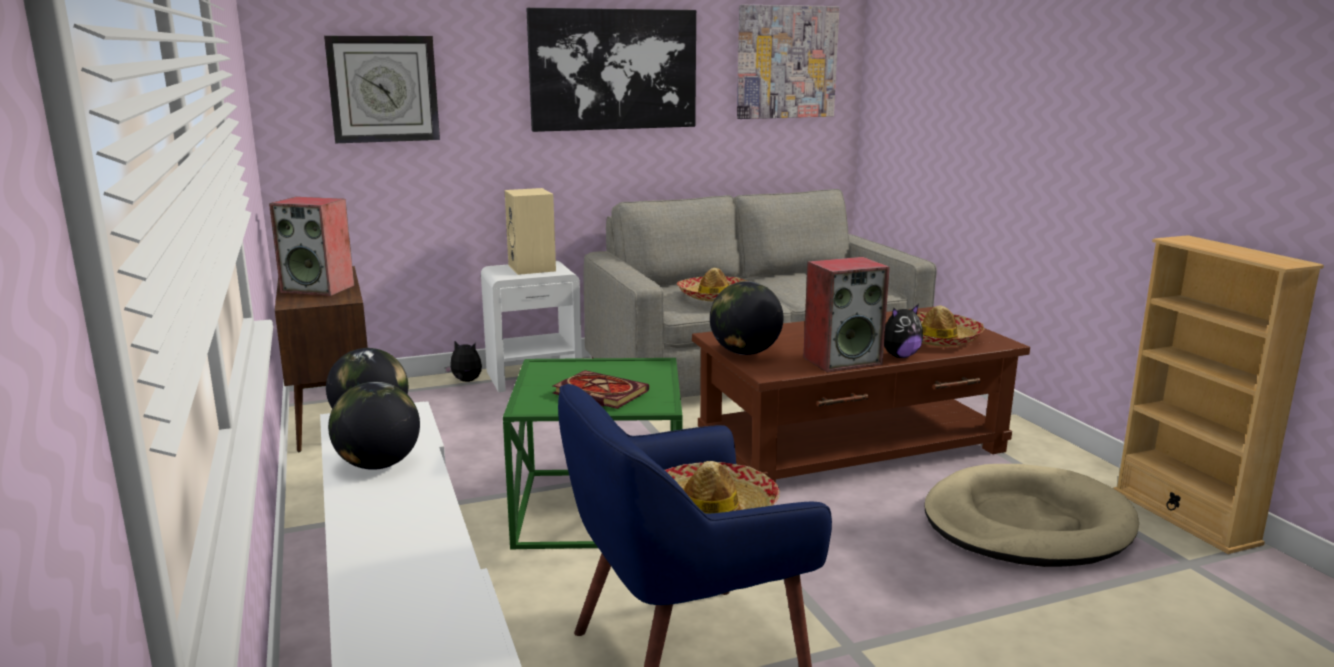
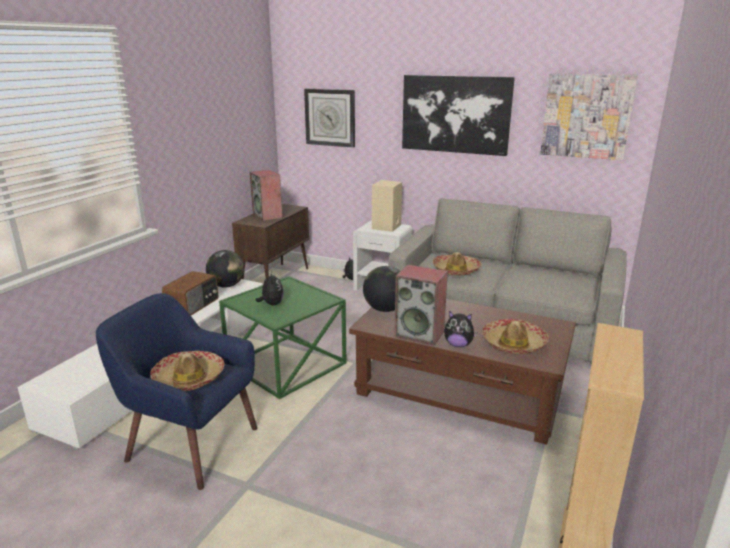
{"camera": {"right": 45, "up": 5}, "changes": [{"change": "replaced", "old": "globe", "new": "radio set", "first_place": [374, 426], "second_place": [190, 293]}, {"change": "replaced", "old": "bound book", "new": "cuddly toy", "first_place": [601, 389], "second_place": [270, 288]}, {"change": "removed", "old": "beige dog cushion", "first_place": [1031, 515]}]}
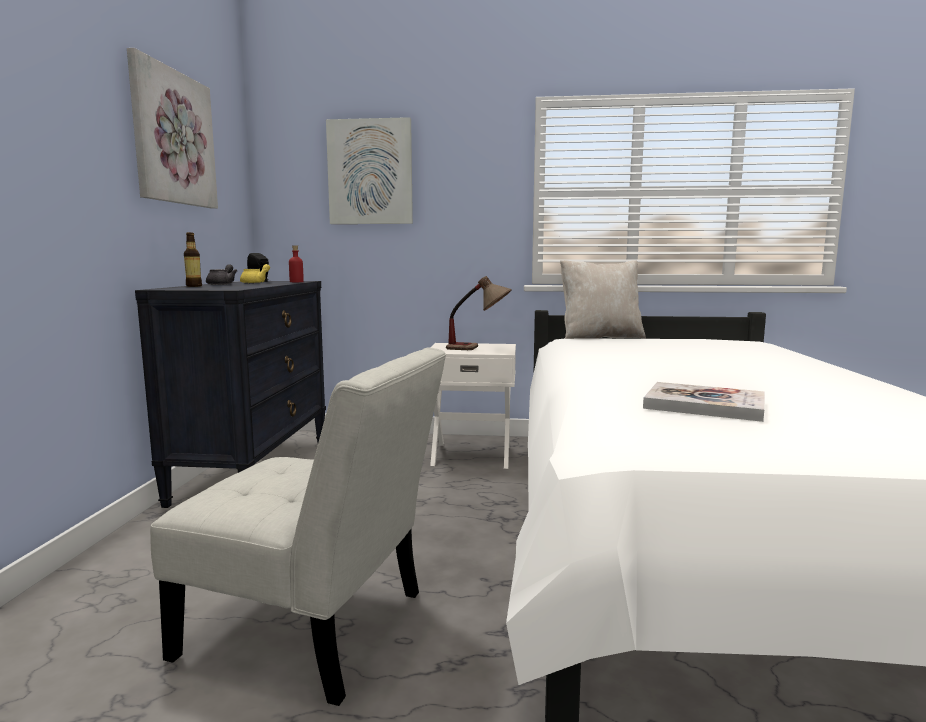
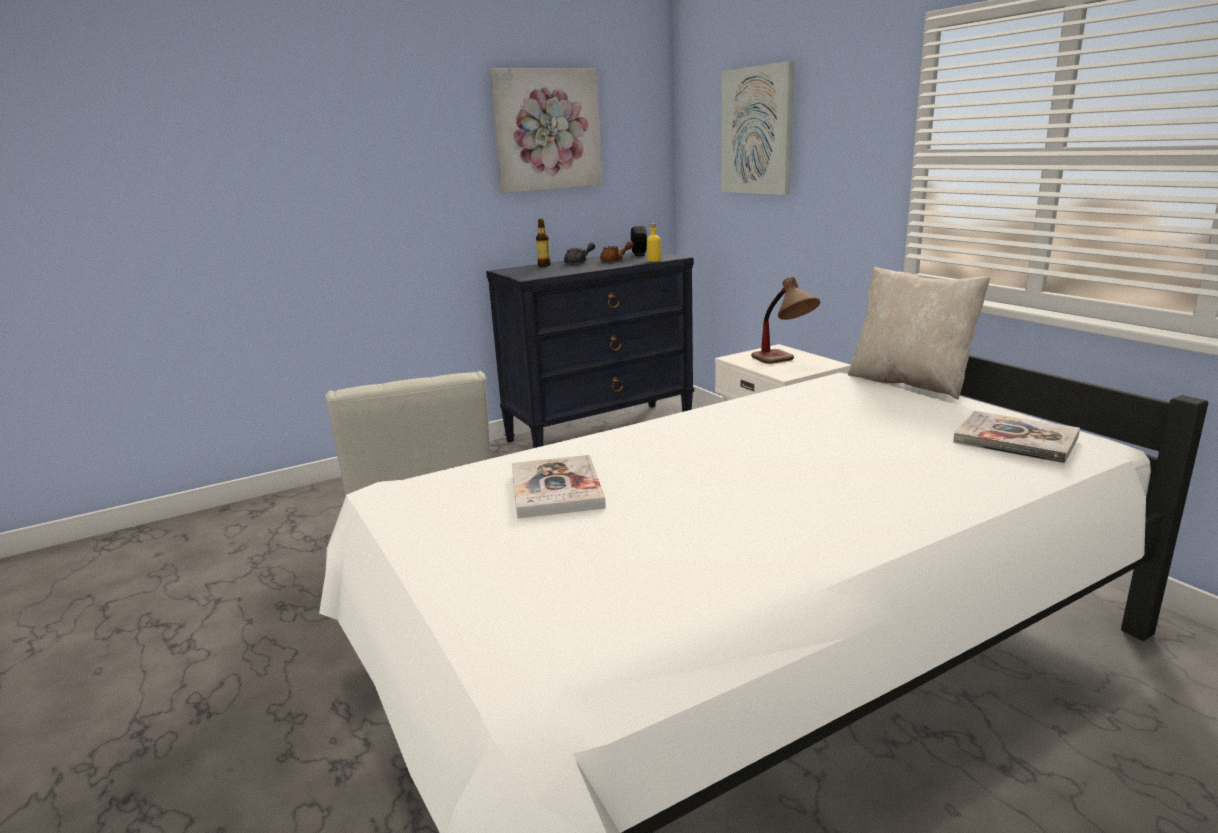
{"camera": {"right": 55, "up": 10}, "changes": [{"change": "recoloured", "old": "yellow-coloured tea pot", "new": "brownish tea pot", "first_place": [255, 274], "second_place": [617, 251]}, {"change": "recoloured", "old": "red-coloured beverage bottle", "new": "yellow-coloured beverage bottle", "first_place": [296, 263], "second_place": [654, 242]}, {"change": "added", "new": "bound book", "second_place": [1016, 437]}]}
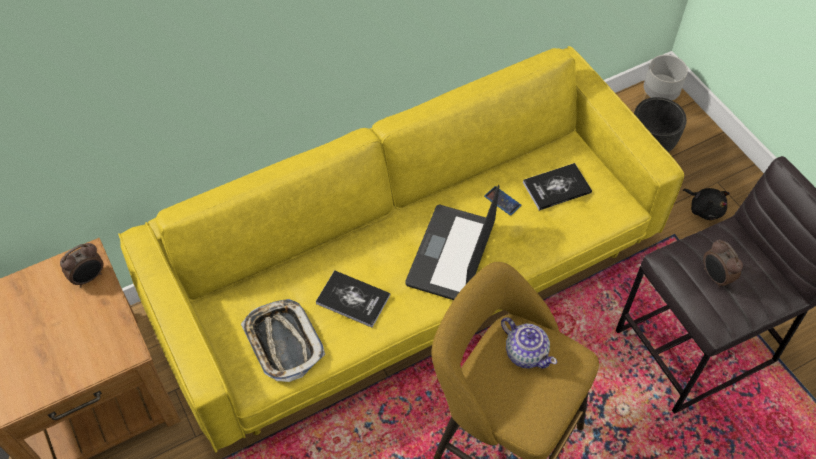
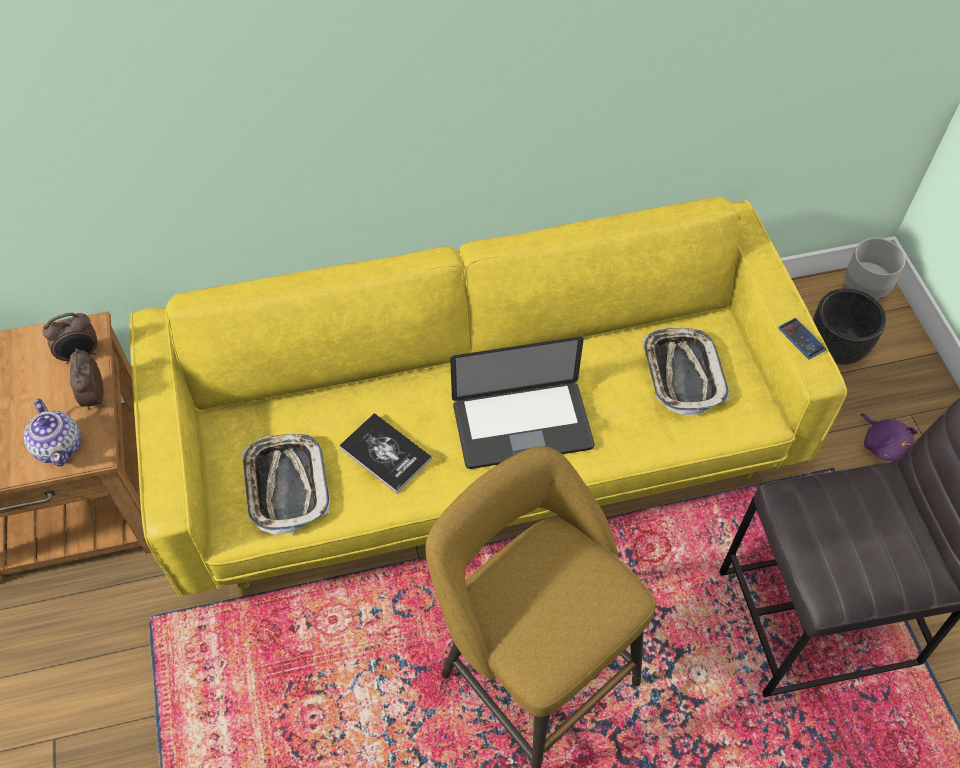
{"camera": {"right": 15, "up": 0}, "changes": [{"change": "turned", "old": "notebook computer", "first_place": [452, 242], "second_place": [522, 403], "degrees": -135}, {"change": "moved", "old": "phone", "first_place": [502, 201], "second_place": [802, 338]}, {"change": "moved", "old": "tea pot", "first_place": [529, 343], "second_place": [52, 432]}, {"change": "replaced", "old": "bound book", "new": "tray", "first_place": [557, 187], "second_place": [685, 371]}, {"change": "recoloured", "old": "black-coloured cuddly toy", "new": "purple-coloured cuddly toy", "first_place": [706, 204], "second_place": [889, 437]}, {"change": "moved", "old": "bedside clock", "first_place": [723, 263], "second_place": [86, 379]}]}
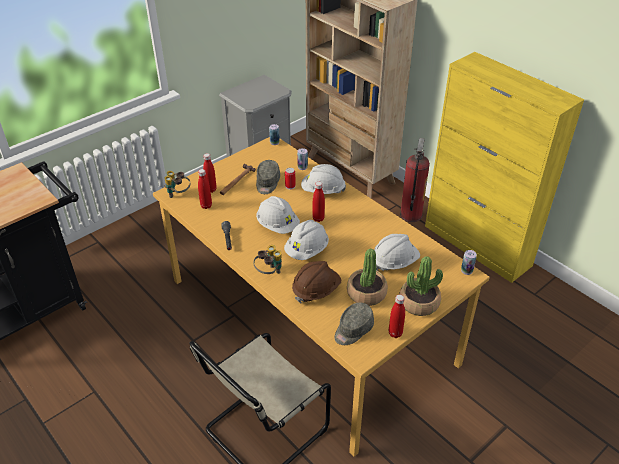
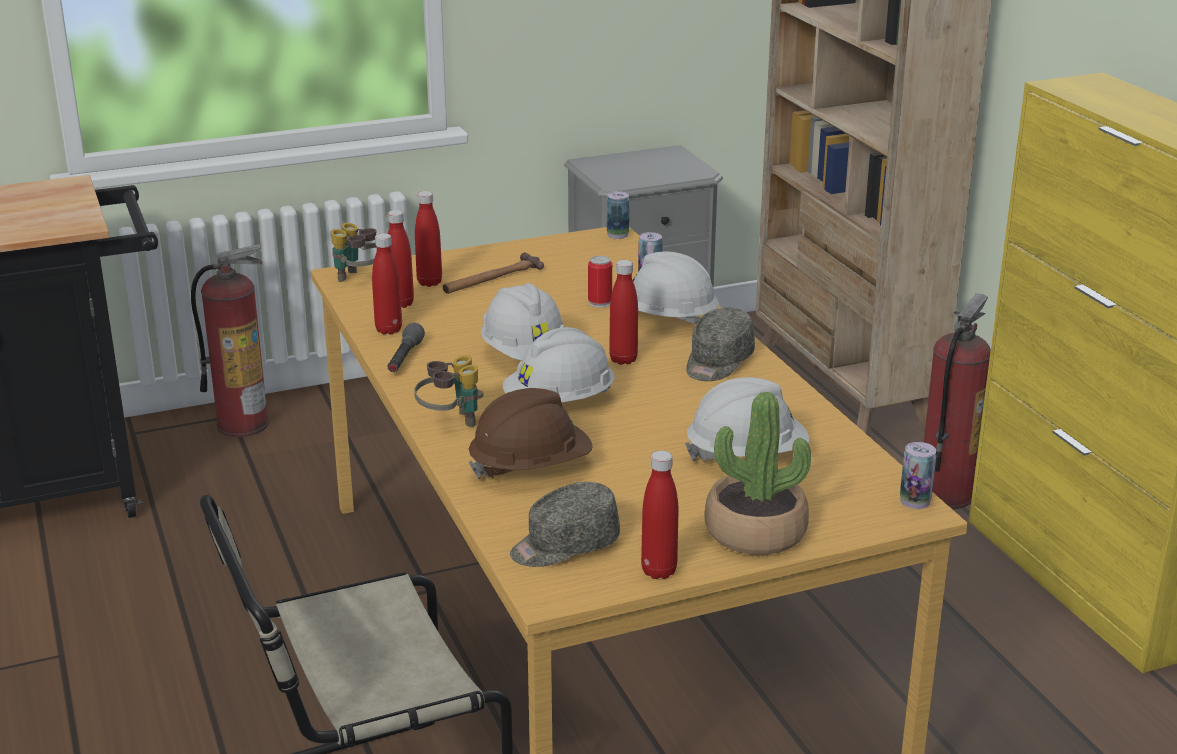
{"camera": {"right": 20, "up": -15}, "changes": [{"change": "moved", "old": "greyish baseball cap", "first_place": [268, 177], "second_place": [720, 344]}, {"change": "removed", "old": "potted plant", "first_place": [367, 277]}, {"change": "added", "new": "fire extinguisher", "second_place": [230, 340]}, {"change": "added", "new": "red-coloured beverage bottle", "second_place": [387, 284]}]}
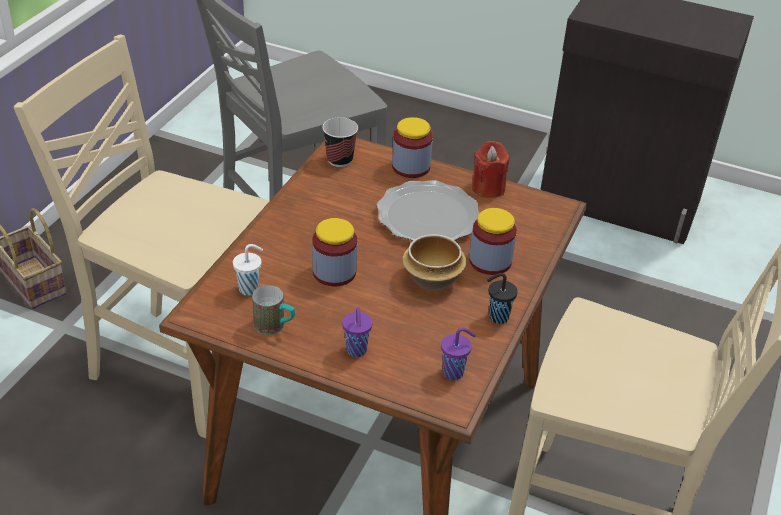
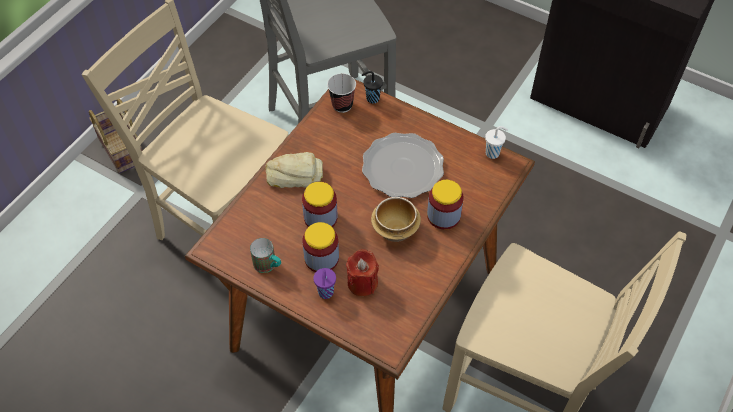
{"camera": {"right": 10, "up": 15}, "changes": [{"change": "moved", "old": "white-coloured drinking cup", "first_place": [248, 270], "second_place": [496, 142]}, {"change": "moved", "old": "jar", "first_place": [412, 147], "second_place": [320, 247]}, {"change": "removed", "old": "purple-coloured drinking cup", "first_place": [458, 354]}, {"change": "moved", "old": "red-coloured wax light", "first_place": [490, 169], "second_place": [362, 272]}, {"change": "moved", "old": "black-coloured drinking cup", "first_place": [502, 298], "second_place": [372, 87]}, {"change": "added", "new": "bakery bread", "second_place": [294, 170]}]}
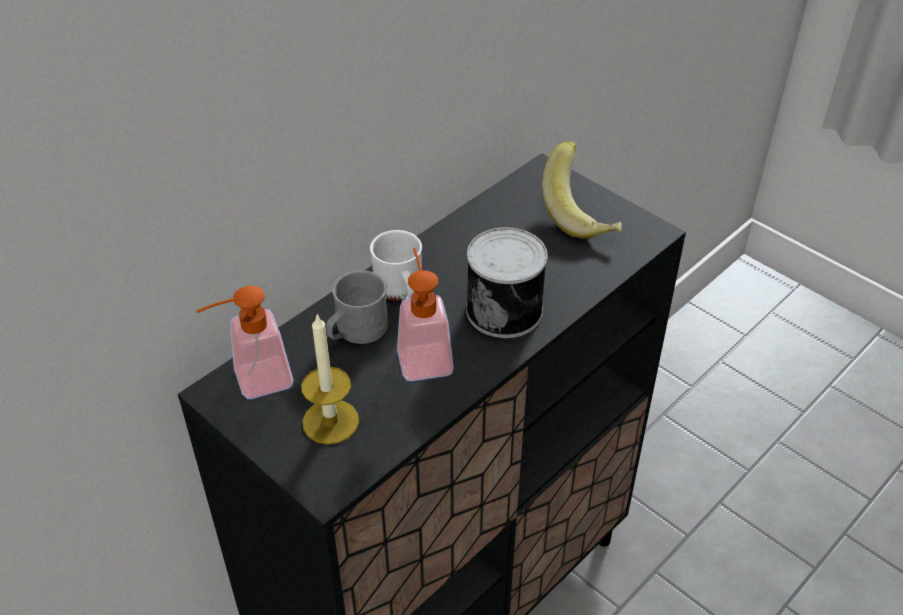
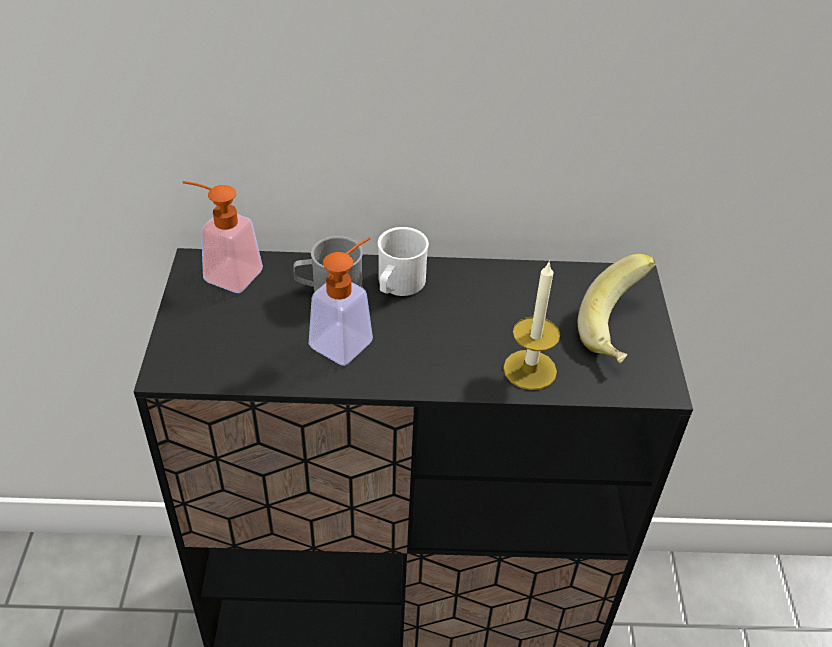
{"camera": {"right": 45, "up": 0}, "changes": [{"change": "moved", "old": "wax light", "first_place": [330, 378], "second_place": [531, 325]}, {"change": "removed", "old": "can", "first_place": [507, 282]}]}
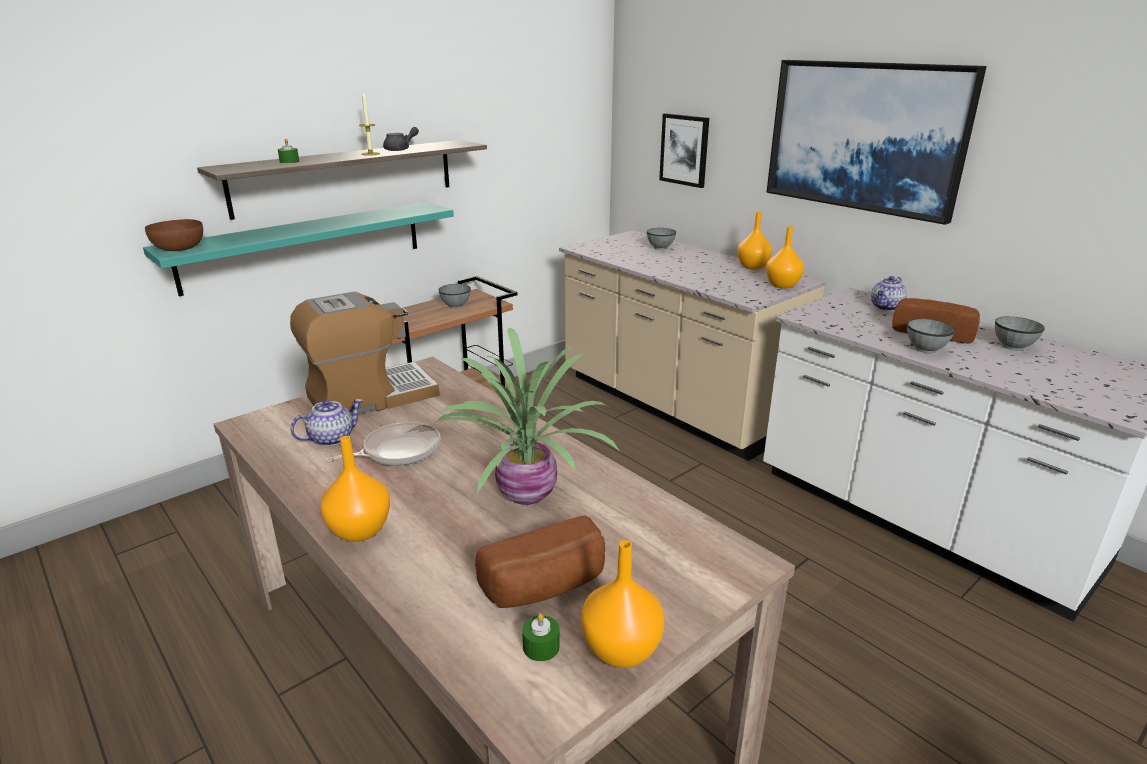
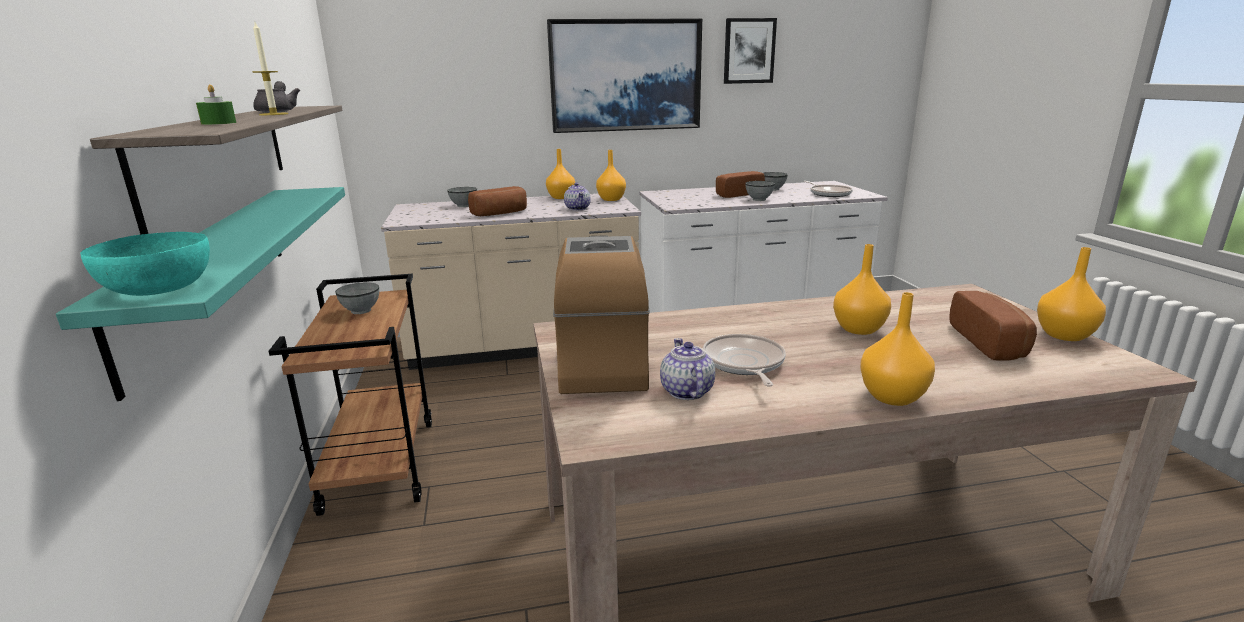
{"camera": {"right": -60, "up": -5}, "changes": [{"change": "recoloured", "old": "brownish bowl", "new": "blue-green bowl", "first_place": [174, 235], "second_place": [145, 264]}, {"change": "replaced", "old": "potted plant", "new": "orange-coloured vase", "first_place": [527, 416], "second_place": [862, 289]}, {"change": "removed", "old": "green wax light", "first_place": [541, 637]}, {"change": "moved", "old": "wall picture", "first_place": [684, 150], "second_place": [750, 51]}, {"change": "moved", "old": "tea pot", "first_place": [889, 293], "second_place": [577, 196]}, {"change": "added", "new": "bakery bread", "second_place": [497, 201]}, {"change": "added", "new": "frying pan", "second_place": [828, 189]}]}
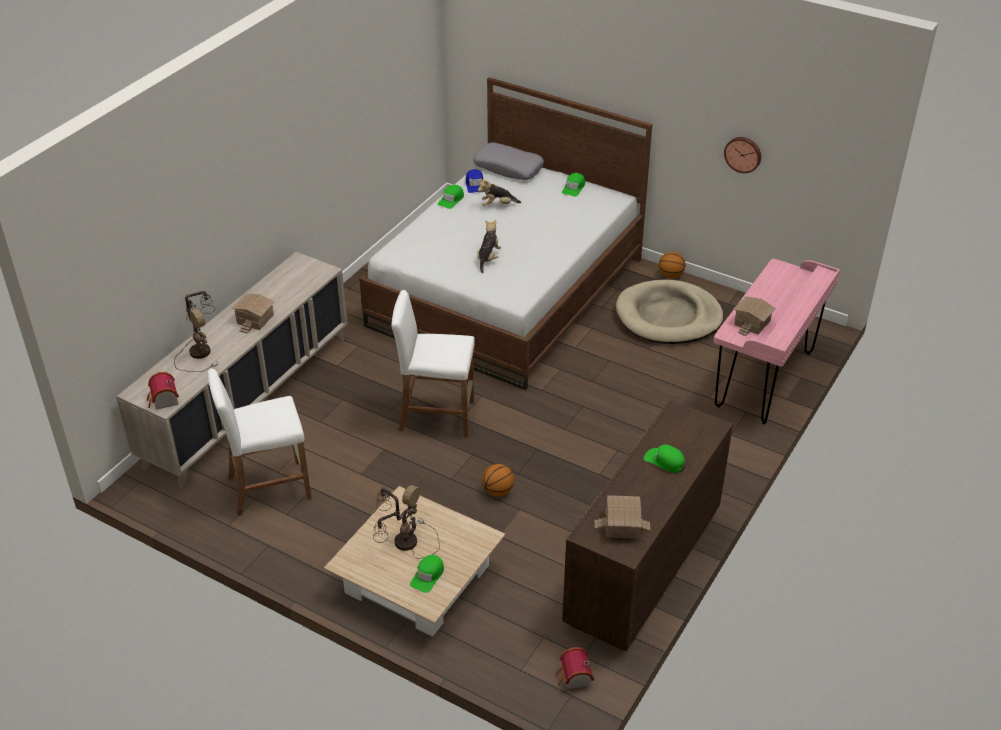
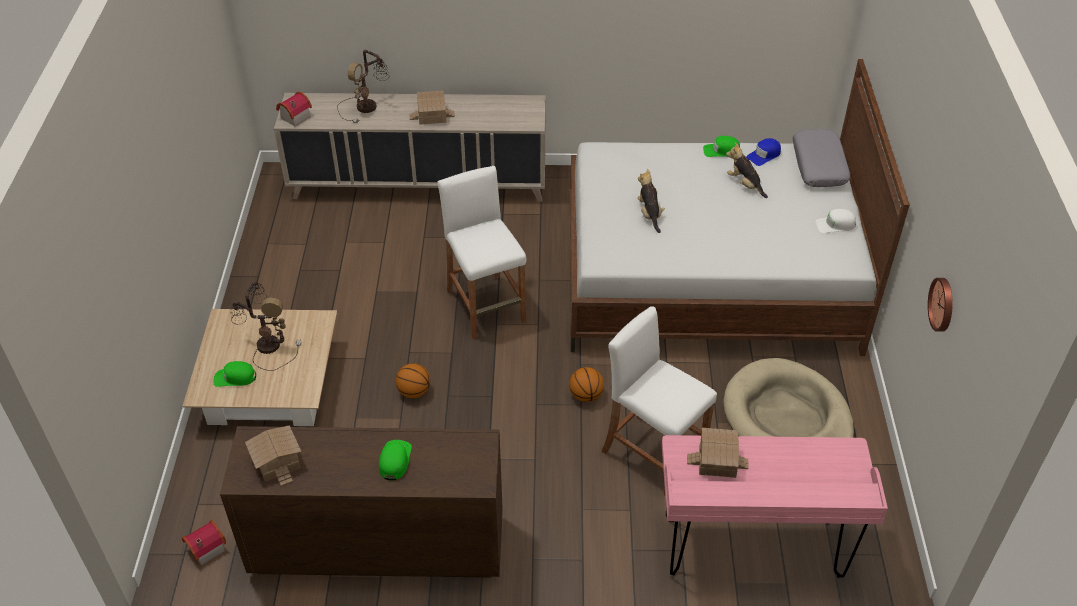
{"camera": {"right": 60, "up": 5}, "changes": [{"change": "moved", "old": "white-coloured sitting stool", "first_place": [260, 442], "second_place": [659, 401]}, {"change": "turned", "old": "cuddly toy", "first_place": [489, 246], "second_place": [651, 201], "degrees": -90}, {"change": "recoloured", "old": "green baseball cap", "new": "white-coloured baseball cap", "first_place": [573, 185], "second_place": [835, 221]}, {"change": "moved", "old": "ball for basketball", "first_place": [672, 265], "second_place": [586, 384]}]}
